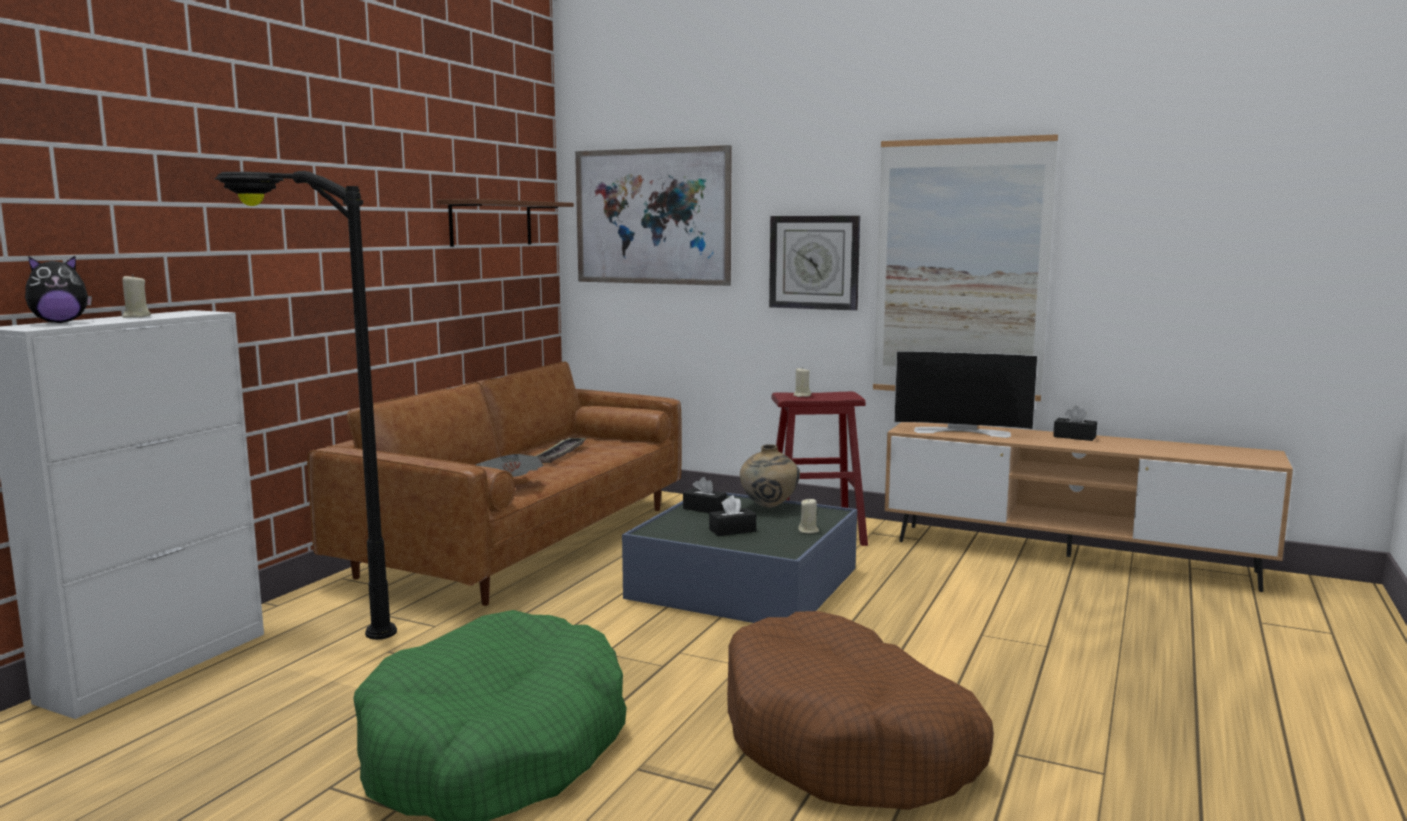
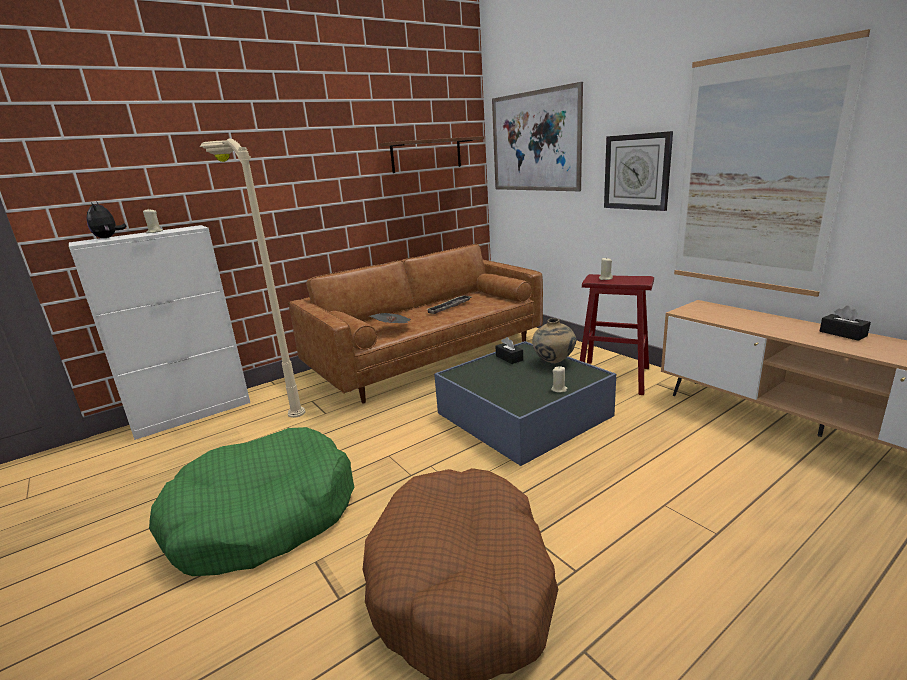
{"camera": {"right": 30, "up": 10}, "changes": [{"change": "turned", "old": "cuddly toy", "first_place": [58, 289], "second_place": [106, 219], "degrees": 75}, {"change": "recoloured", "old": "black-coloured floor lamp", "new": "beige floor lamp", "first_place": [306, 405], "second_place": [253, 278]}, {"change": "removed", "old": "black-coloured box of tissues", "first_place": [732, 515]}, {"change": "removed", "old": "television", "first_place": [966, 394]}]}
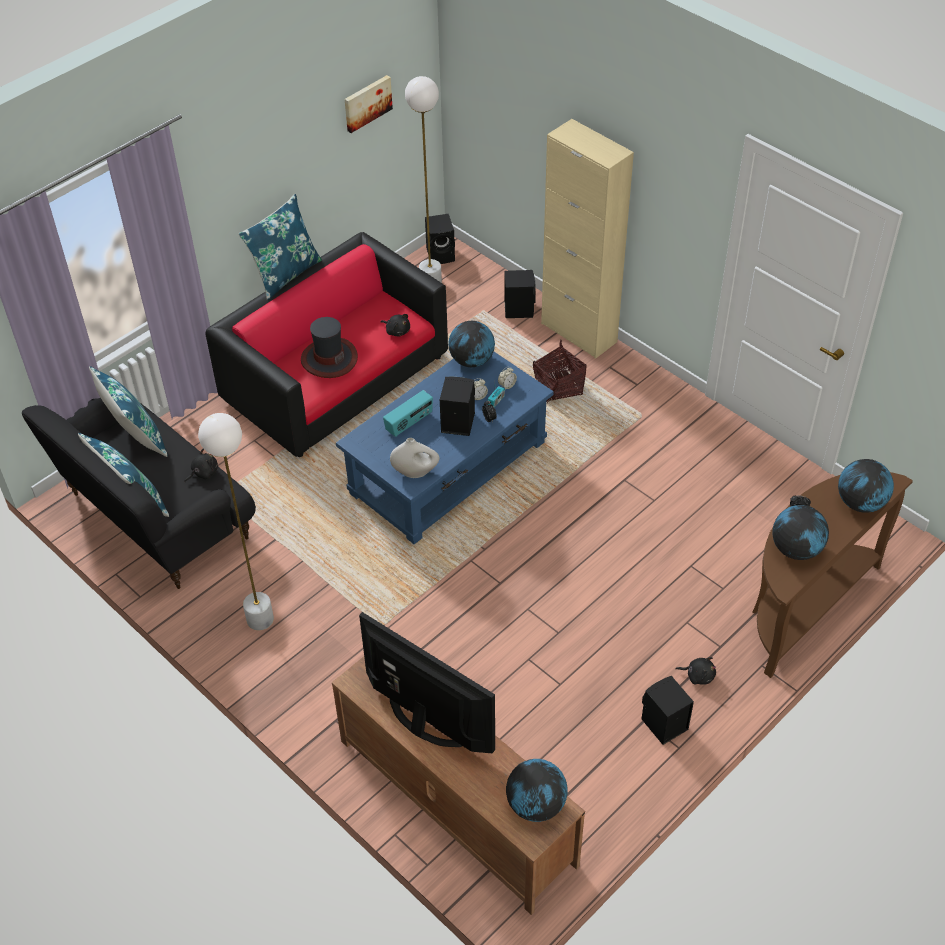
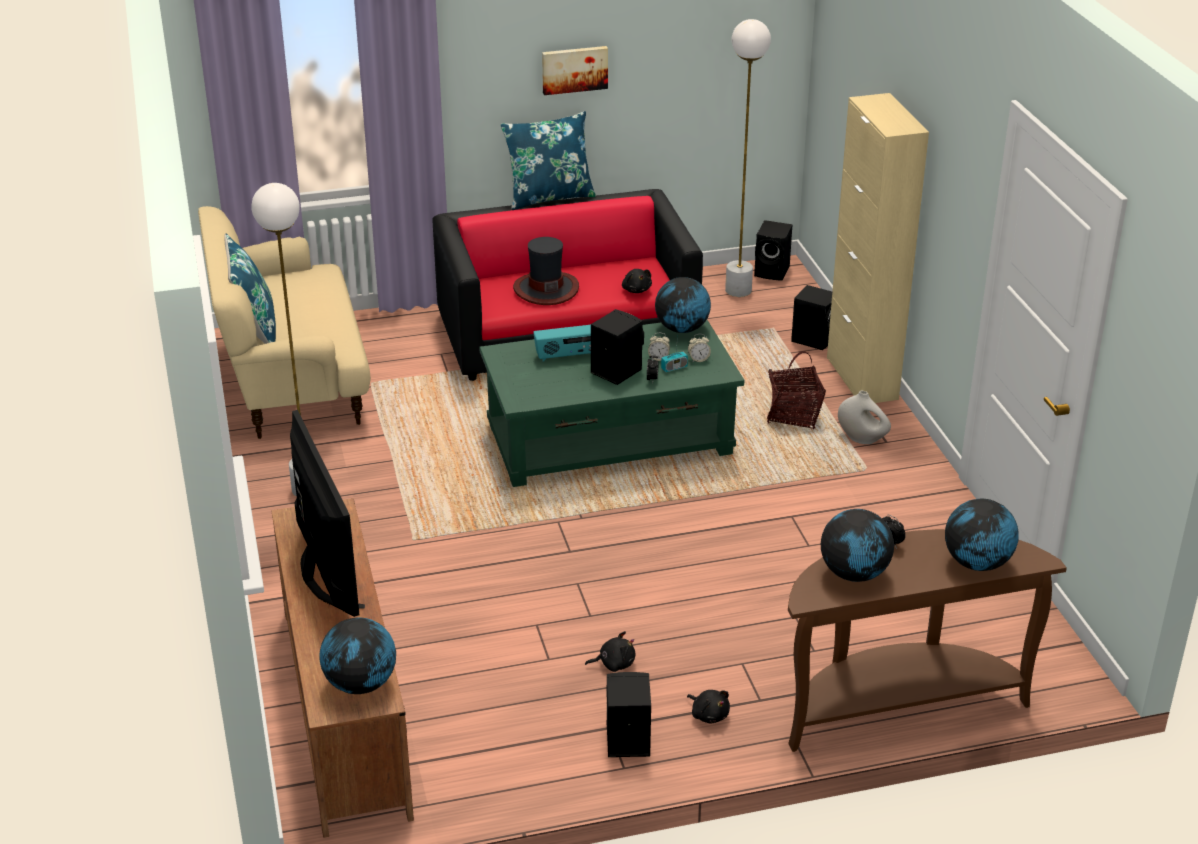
{"camera": {"right": 30, "up": -15}, "changes": [{"change": "recoloured", "old": "black-coloured sofa", "new": "beige sofa", "first_place": [139, 493], "second_place": [284, 322]}, {"change": "removed", "old": "blue-coloured throw pillow", "first_place": [128, 411]}, {"change": "moved", "old": "black-coloured cuddly toy", "first_place": [201, 465], "second_place": [610, 651]}, {"change": "recoloured", "old": "blue-coloured lounge table", "new": "green lounge table", "first_place": [445, 448], "second_place": [612, 403]}, {"change": "moved", "old": "wall picture", "first_place": [369, 104], "second_place": [575, 70]}, {"change": "moved", "old": "white-coloured vase", "first_place": [415, 458], "second_place": [864, 417]}]}
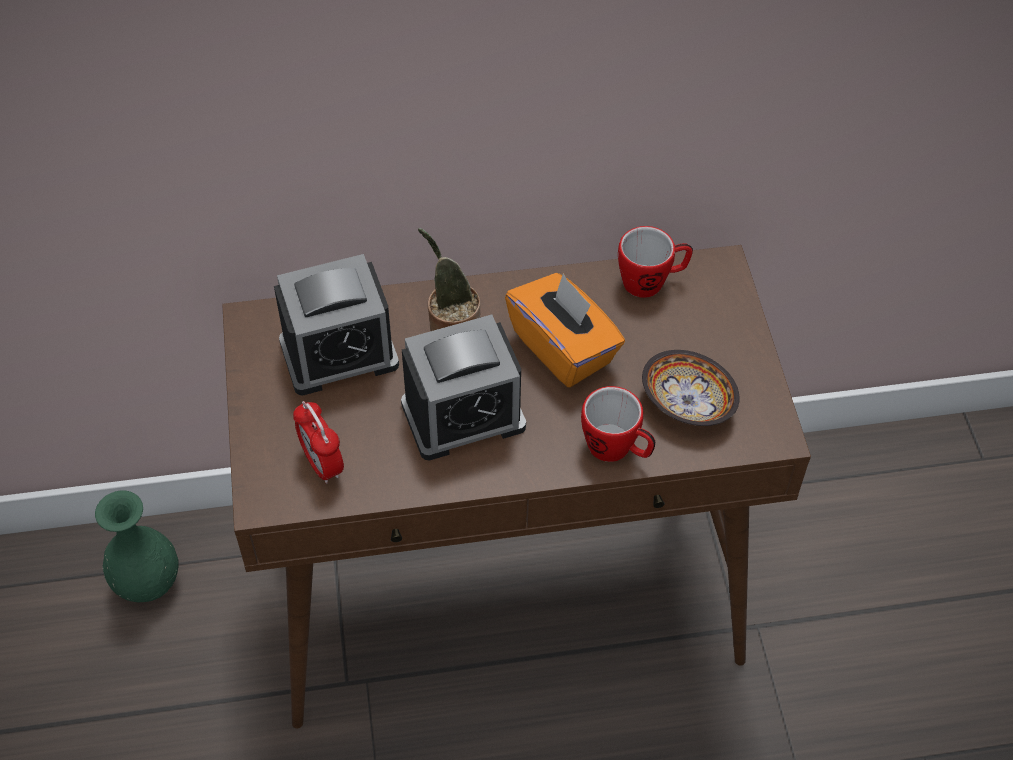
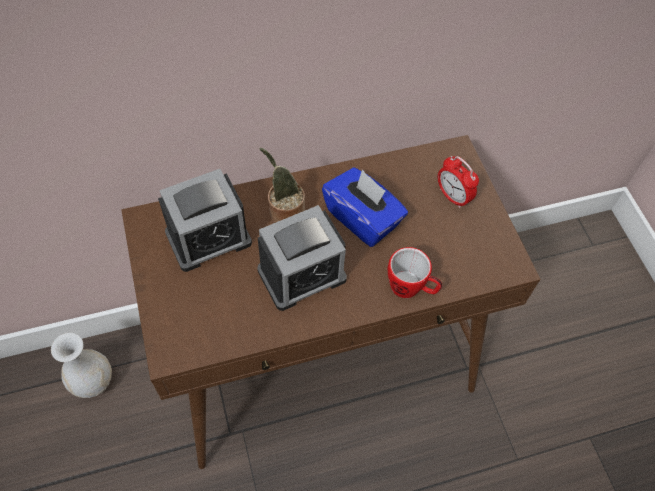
{"camera": {"right": -10, "up": 5}, "changes": [{"change": "recoloured", "old": "green vase", "new": "white-coloured vase", "first_place": [137, 546], "second_place": [81, 365]}, {"change": "moved", "old": "bedside clock", "first_place": [318, 442], "second_place": [458, 182]}, {"change": "recoloured", "old": "orange-coloured box of tissues", "new": "blue-coloured box of tissues", "first_place": [565, 330], "second_place": [365, 207]}, {"change": "removed", "old": "coffee mug", "first_place": [655, 262]}, {"change": "removed", "old": "bowl", "first_place": [691, 388]}]}
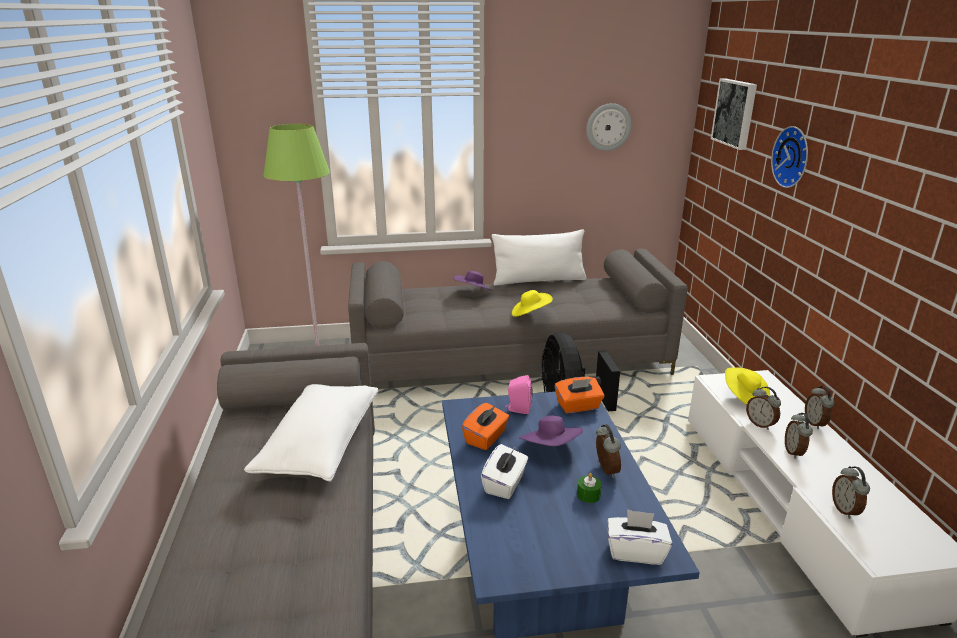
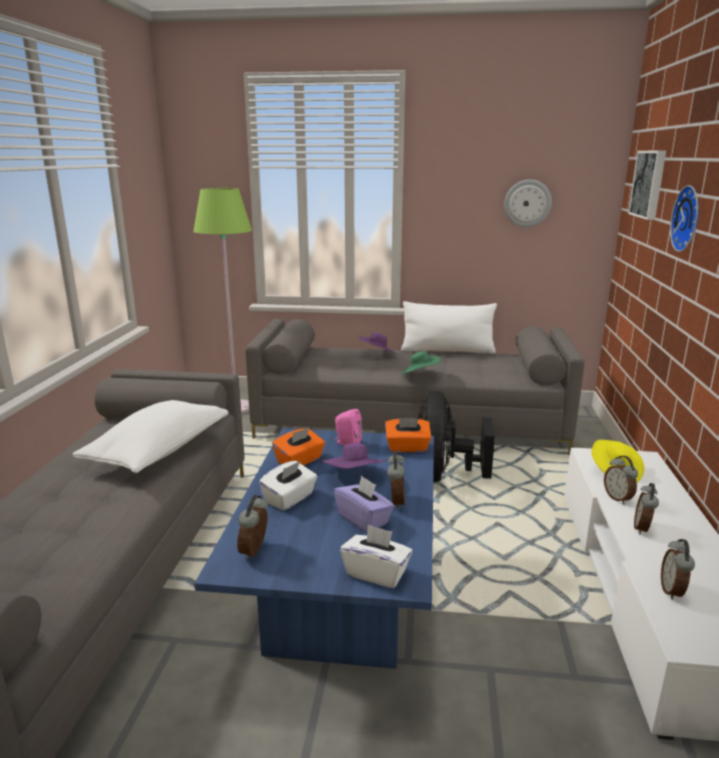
{"camera": {"right": 15, "up": -5}, "changes": [{"change": "recoloured", "old": "yellow-coloured clothing hat", "new": "green clothing hat", "first_place": [532, 303], "second_place": [421, 363]}, {"change": "replaced", "old": "green wax light", "new": "purple-coloured box of tissues", "first_place": [589, 488], "second_place": [364, 503]}, {"change": "moved", "old": "bedside clock", "first_place": [820, 407], "second_place": [252, 527]}]}
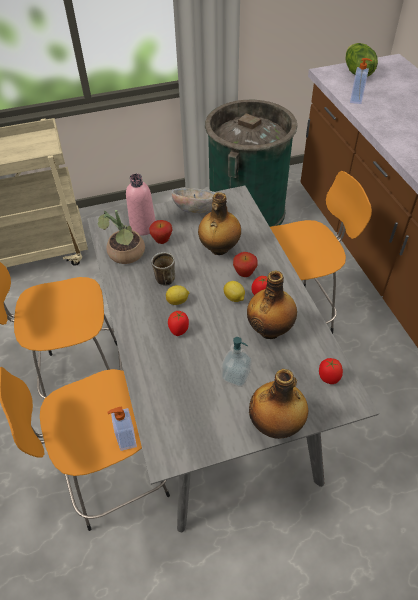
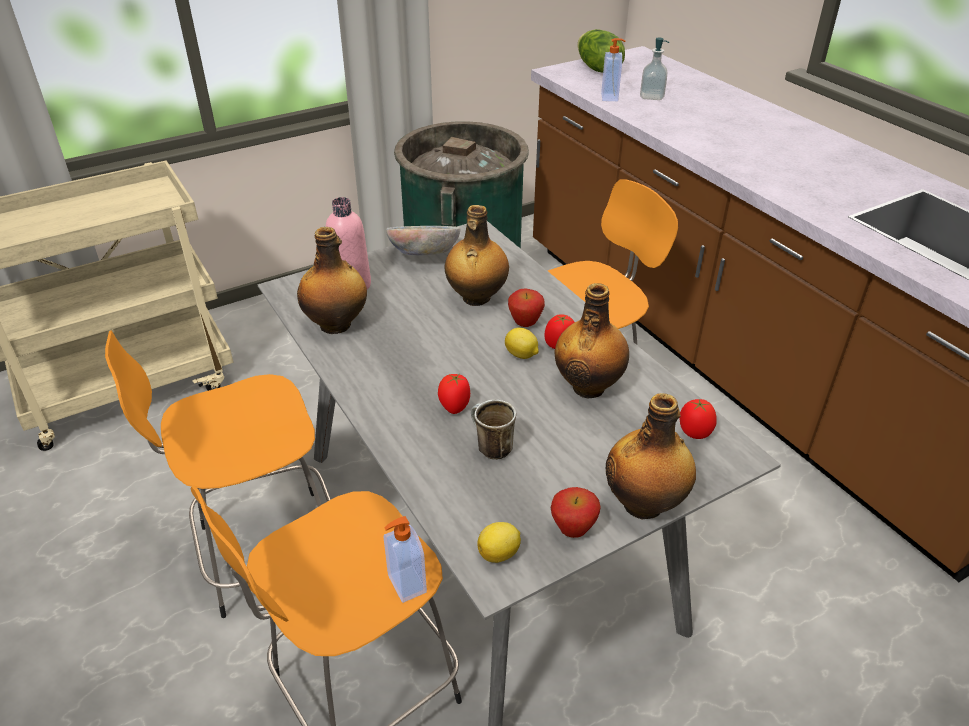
{"camera": {"right": -15, "up": -10}, "changes": [{"change": "replaced", "old": "potted plant", "new": "beverage bottle", "first_place": [121, 237], "second_place": [332, 280]}, {"change": "moved", "old": "whole apple", "first_place": [161, 232], "second_place": [576, 512]}, {"change": "moved", "old": "coffee mug", "first_place": [163, 268], "second_place": [493, 429]}, {"change": "moved", "old": "whole lemon", "first_place": [177, 295], "second_place": [499, 542]}, {"change": "moved", "old": "soap dispenser", "first_place": [236, 362], "second_place": [654, 69]}]}
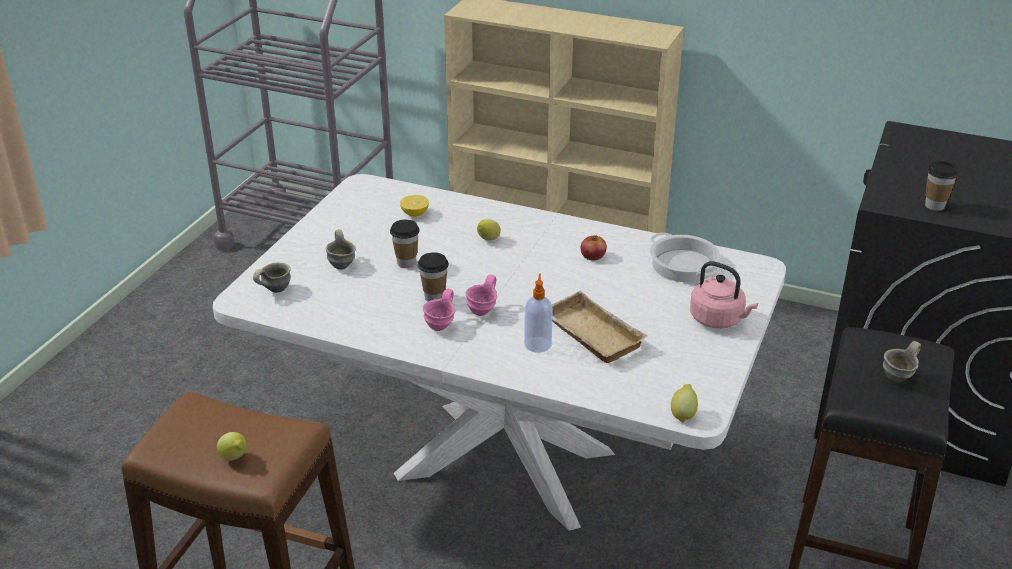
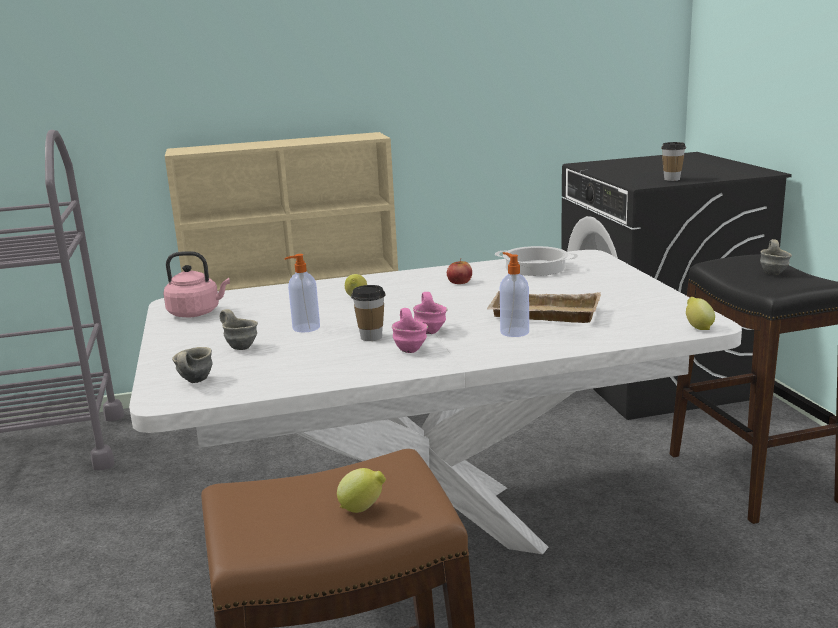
{"camera": {"right": -35, "up": -15}, "changes": [{"change": "replaced", "old": "drinking cup", "new": "soap dispenser", "first_place": [405, 244], "second_place": [302, 293]}, {"change": "removed", "old": "whole lemon", "first_place": [414, 206]}, {"change": "moved", "old": "pink kettle", "first_place": [724, 295], "second_place": [197, 284]}]}
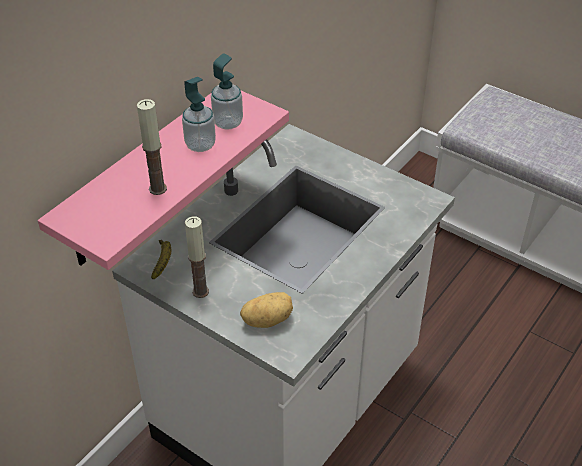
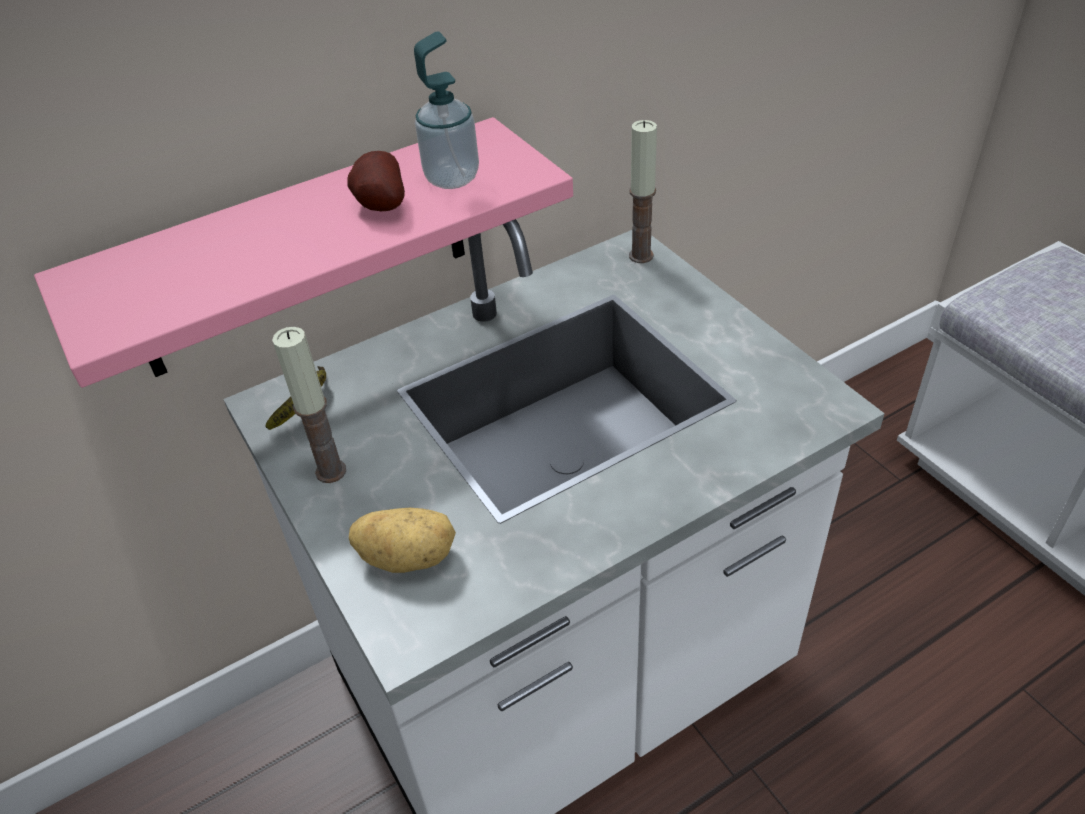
{"camera": {"right": 25, "up": 0}, "changes": [{"change": "moved", "old": "wax light", "first_place": [152, 147], "second_place": [643, 191]}, {"change": "replaced", "old": "soap dispenser", "new": "whole potato", "first_place": [199, 114], "second_place": [376, 181]}]}
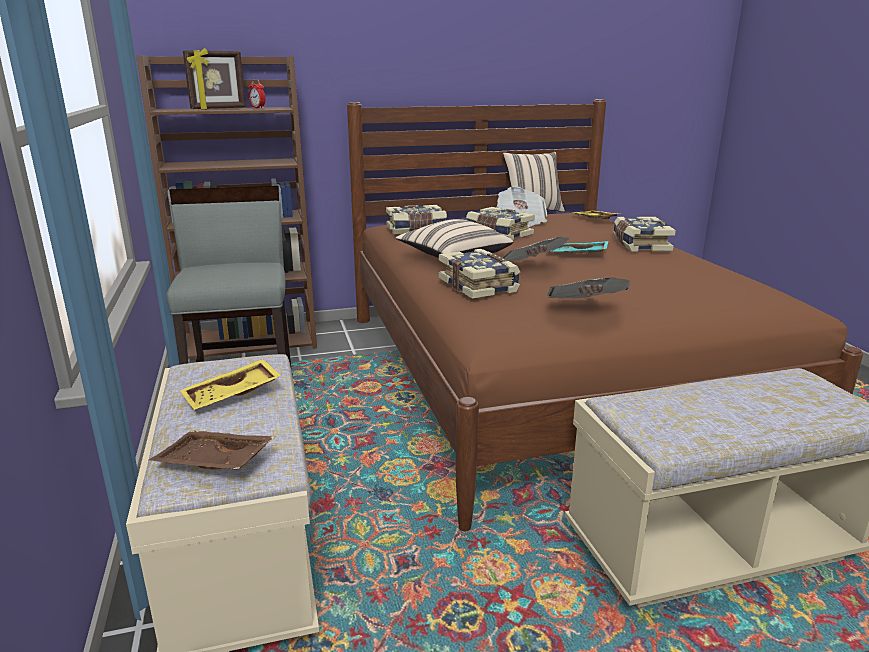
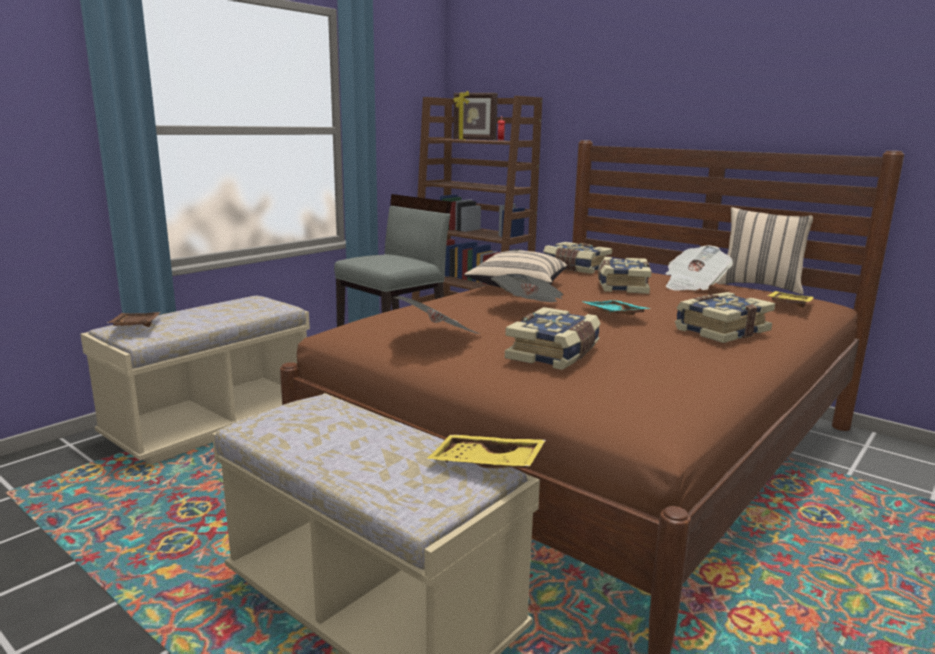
{"camera": {"right": 55, "up": -5}, "changes": [{"change": "moved", "old": "yellow-coloured tray", "first_place": [230, 384], "second_place": [486, 451]}, {"change": "moved", "old": "bound book", "first_place": [479, 274], "second_place": [553, 338]}]}
